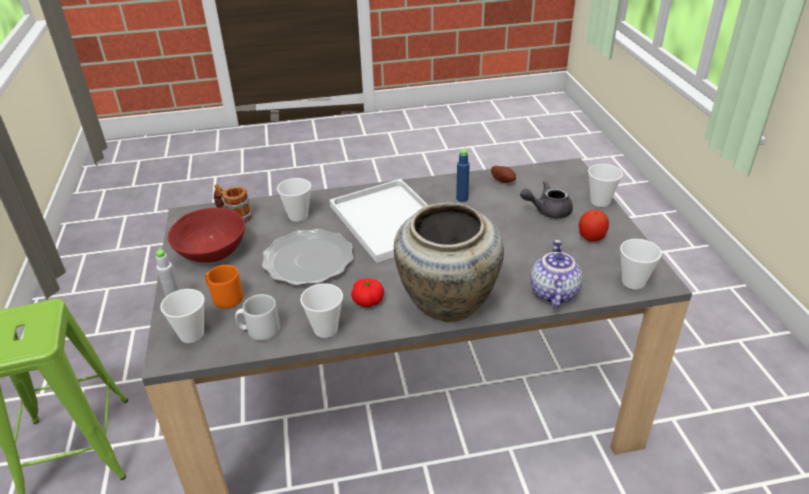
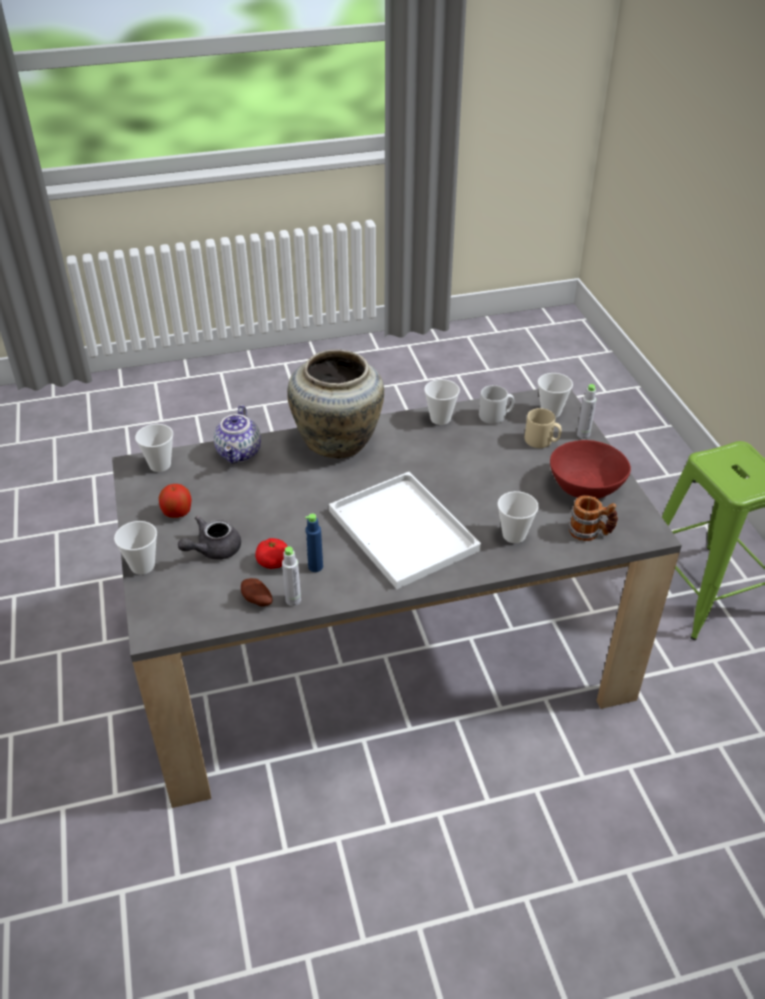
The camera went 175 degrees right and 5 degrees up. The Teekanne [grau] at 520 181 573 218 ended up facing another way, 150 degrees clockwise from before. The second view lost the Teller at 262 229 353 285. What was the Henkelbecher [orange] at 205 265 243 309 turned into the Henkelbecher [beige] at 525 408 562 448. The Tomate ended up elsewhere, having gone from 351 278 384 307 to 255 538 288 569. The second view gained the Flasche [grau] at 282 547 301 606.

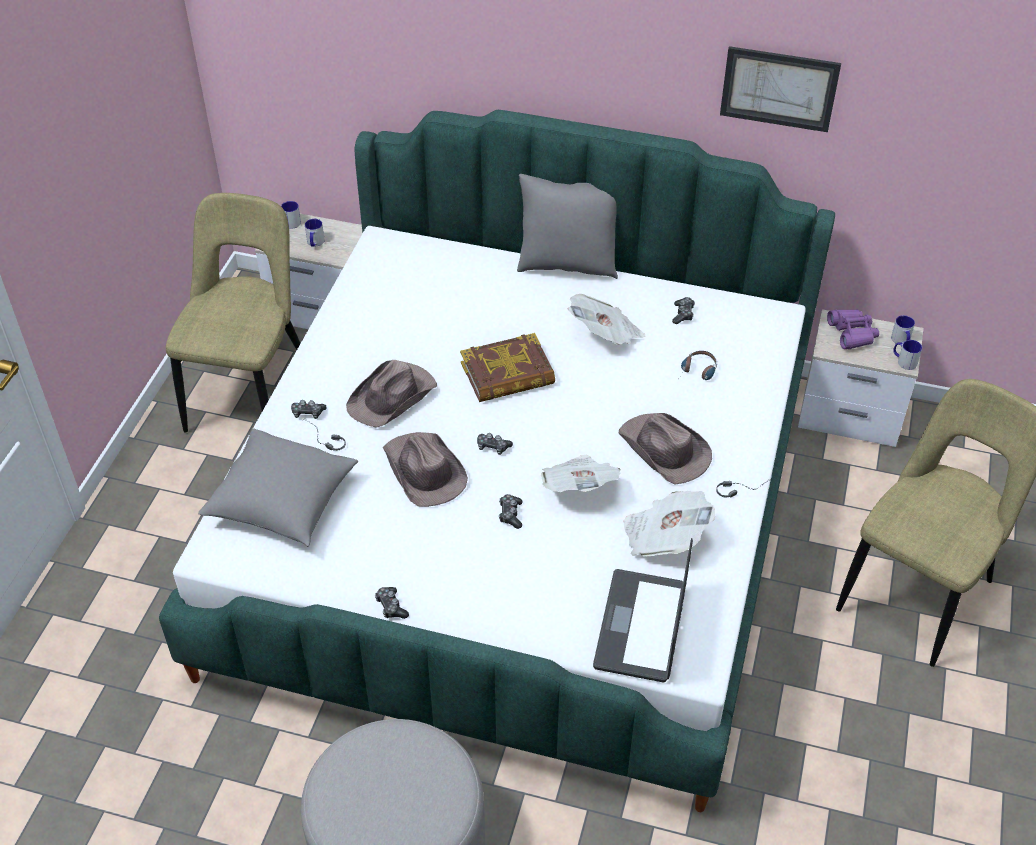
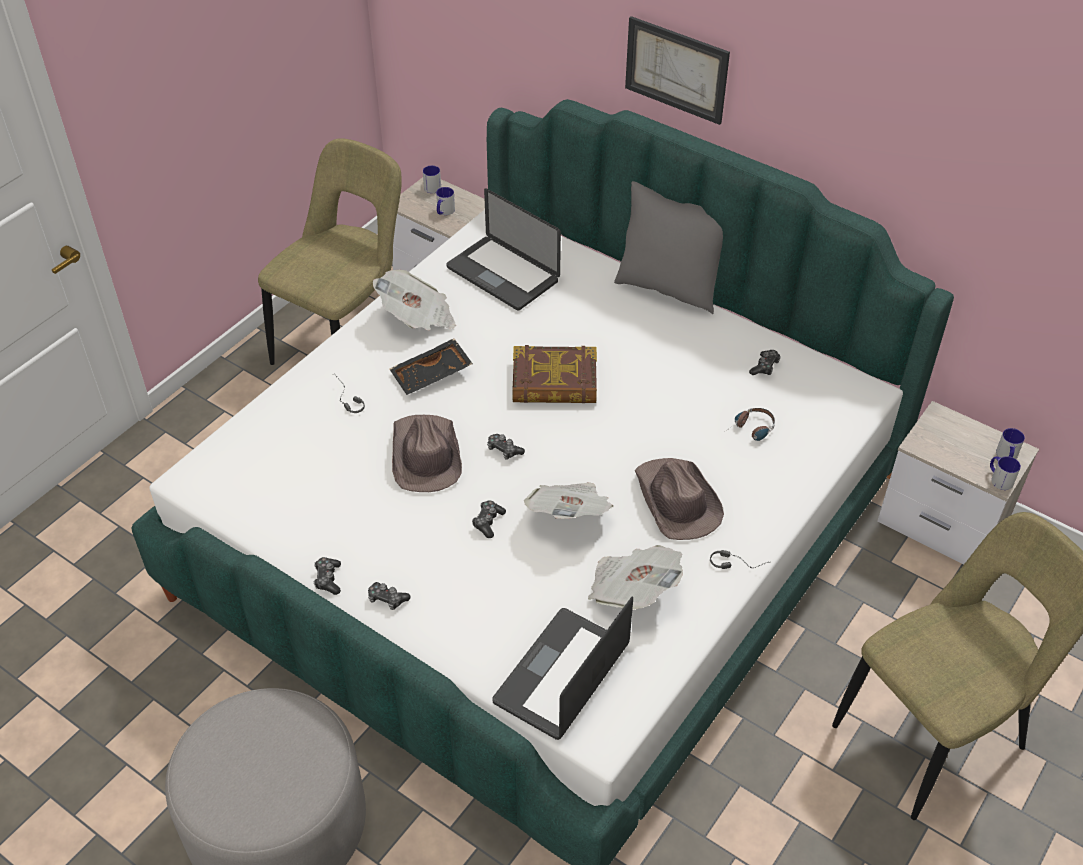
The camera went 20 degrees right and 0 degrees up. The Bild ended up elsewhere, having gone from 720 46 841 132 to 625 16 730 125. The Zeitung ended up elsewhere, having gone from 567 294 645 345 to 373 270 456 331. The second view lost the Fernglas [lila] at 827 310 879 349. Where the Hut [braun] stood at 346 360 437 428, the Tablett [schwarz] came to stand at 390 338 473 395. The Gamepad ended up elsewhere, having gone from 291 400 327 419 to 368 582 411 610. The second view lost the Kissen [grau] at 198 428 358 547. The second view gained the Laptop at 446 188 561 310.

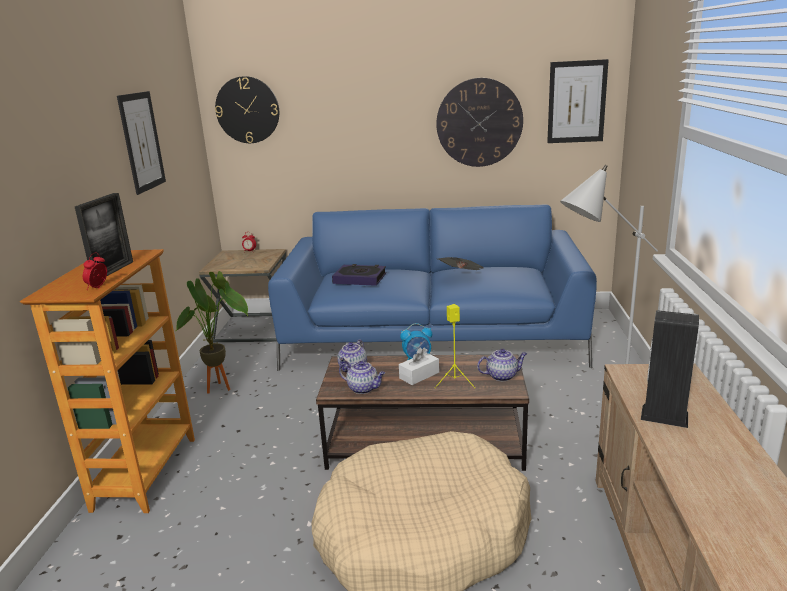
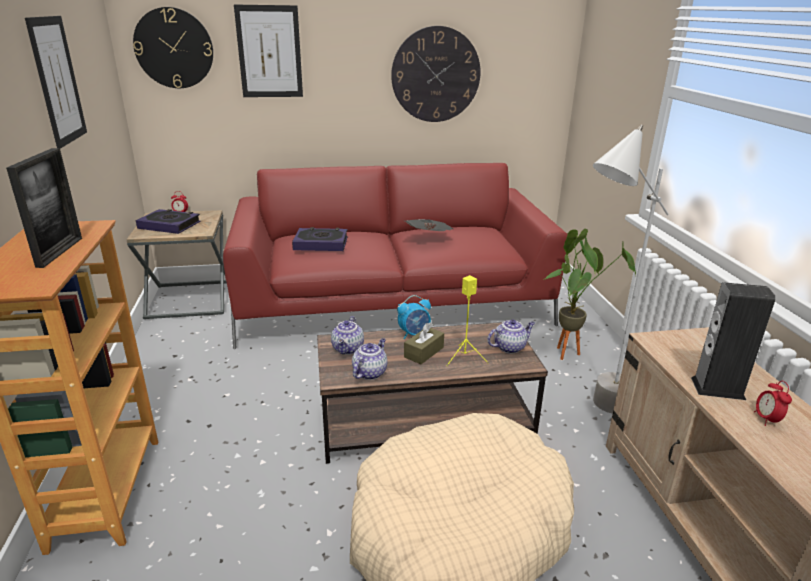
The camera went 15 degrees left and 5 degrees up. The Bild ended up elsewhere, having gone from 547 59 609 143 to 234 5 303 97. What was the Sofa [blau] at 268 205 597 371 turned into the Sofa [rot] at 223 163 567 349. The Wecker ended up elsewhere, having gone from 83 252 107 290 to 754 381 792 426. The Topfpflanze ended up elsewhere, having gone from 176 271 248 394 to 543 229 636 360. What was the Taschentuchbox [weiß] at 399 348 439 385 turned into the Taschentuchbox [braun] at 404 322 444 364. The Teekanne at 339 361 385 394 ended up facing another way, 75 degrees counterclockwise from before. The second view gained the Buch at 136 209 201 234.

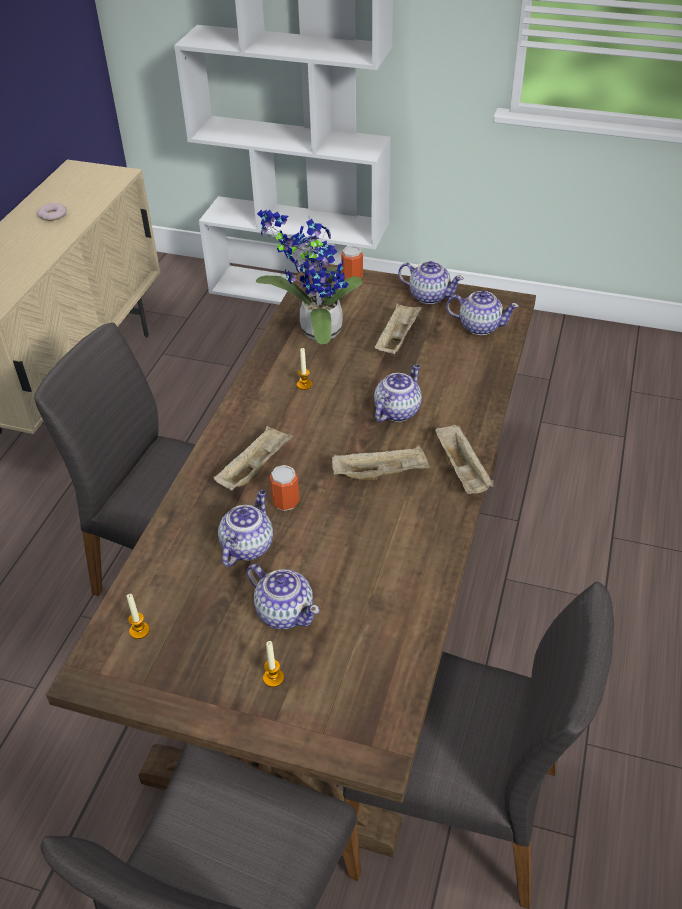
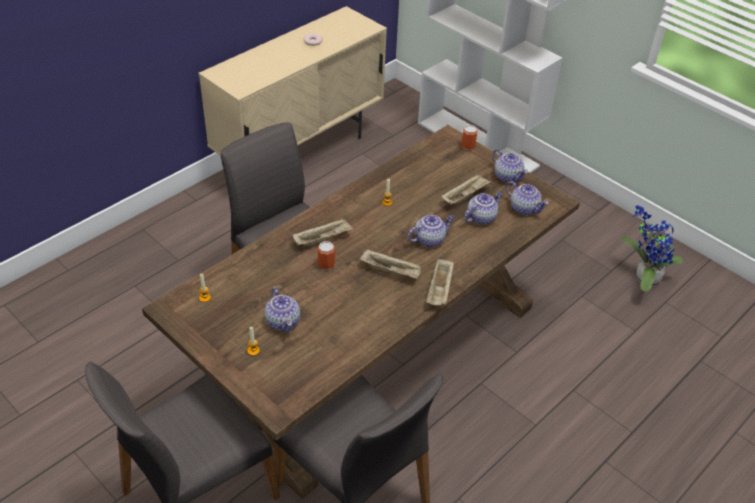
The camera went 25 degrees right and 0 degrees up. The Topfpflanze ended up elsewhere, having gone from 256 210 363 344 to 620 205 683 292. The Teekanne ended up elsewhere, having gone from 218 490 273 567 to 464 191 503 225.

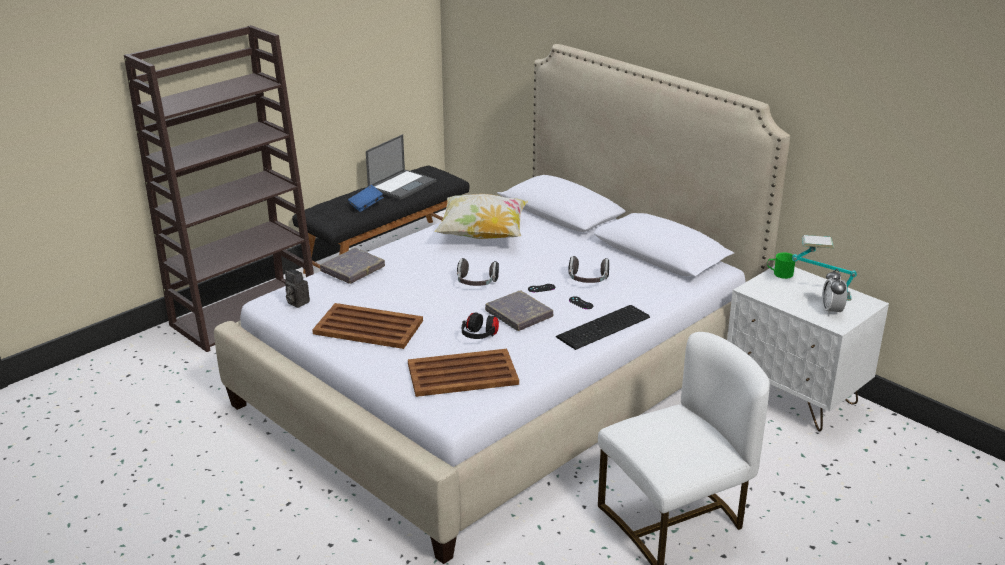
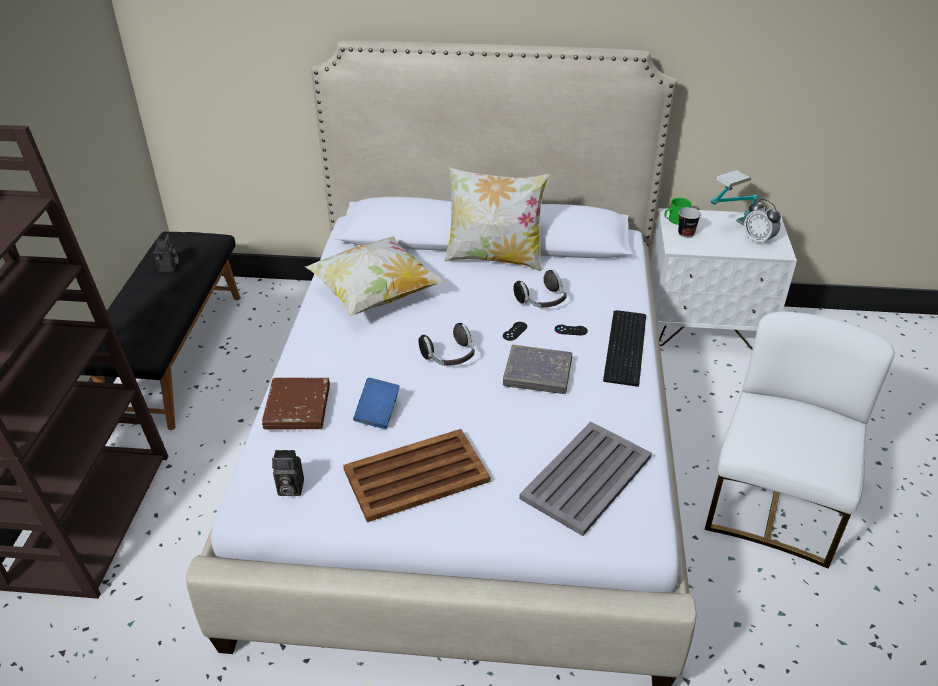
The camera went 40 degrees left and 10 degrees up. Where the Laptop stood at 366 134 437 200, the Kamera came to stand at 153 234 179 272. The Buch [blau] ended up elsewhere, having gone from 348 185 383 212 to 353 378 400 429. What was the Buch [grau] at 320 248 385 284 turned into the Buch [braun] at 262 378 330 430. The second view lost the Kopfhörer [schwarz] at 462 312 499 339. What was the Tablett [braun] at 408 349 519 397 turned into the Tablett [grau] at 519 422 652 536. The second view gained the Kissen at 444 168 549 271. The second view gained the Tasse at 678 207 701 238.

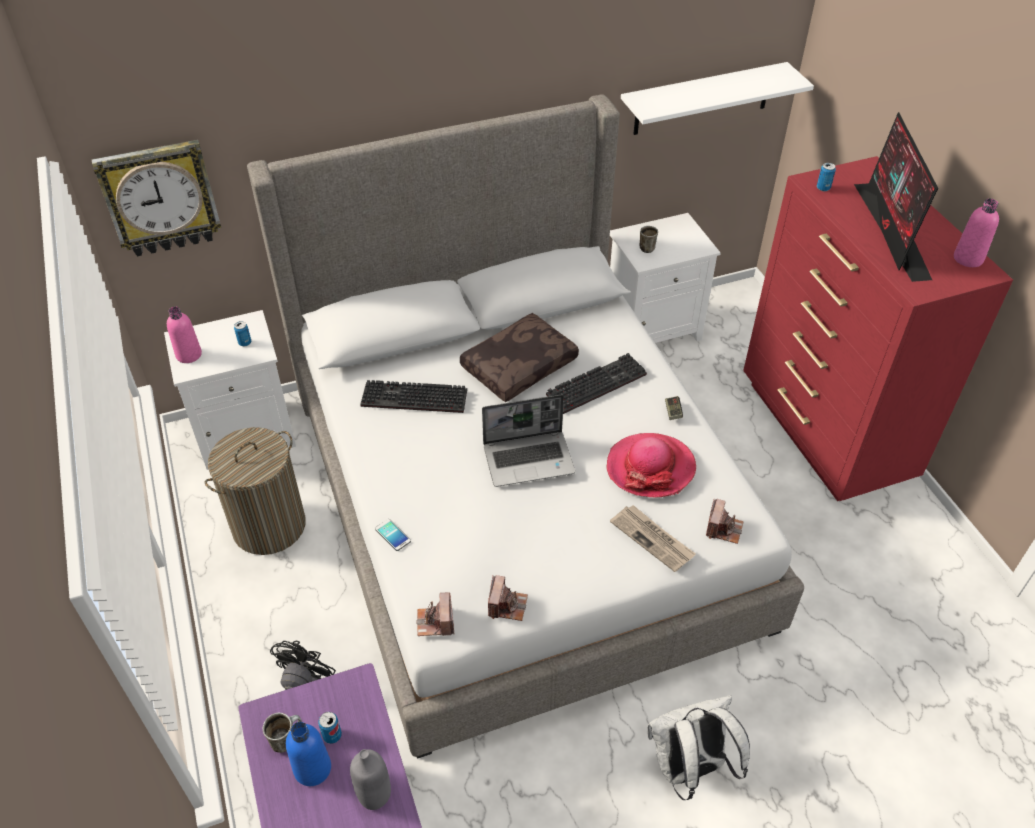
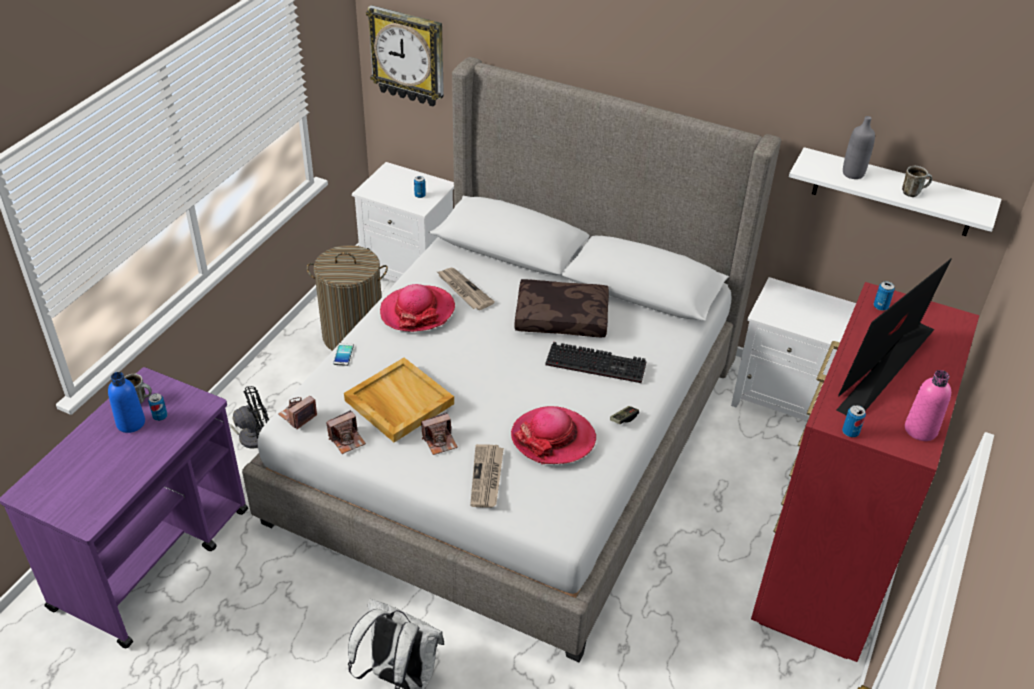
The camera went 45 degrees right and 5 degrees down. The Henkelbecher ended up elsewhere, having gone from 640 226 658 253 to 902 166 932 197. The second view lost the Flasche [rosa] at 167 306 202 363. Where the Tastatur stood at 360 380 467 413, the Zeitung came to stand at 437 268 495 310. The second view lost the Laptop at 482 395 575 487. The Kamera ended up elsewhere, having gone from 706 499 744 544 to 421 412 458 455. The Flasche [grau] ended up elsewhere, having gone from 350 749 391 810 to 843 116 875 179. The second view gained the Hut at 380 284 455 332. The second view gained the Tablett [beige] at 344 358 454 442. The second view gained the Dose at 842 405 866 437.

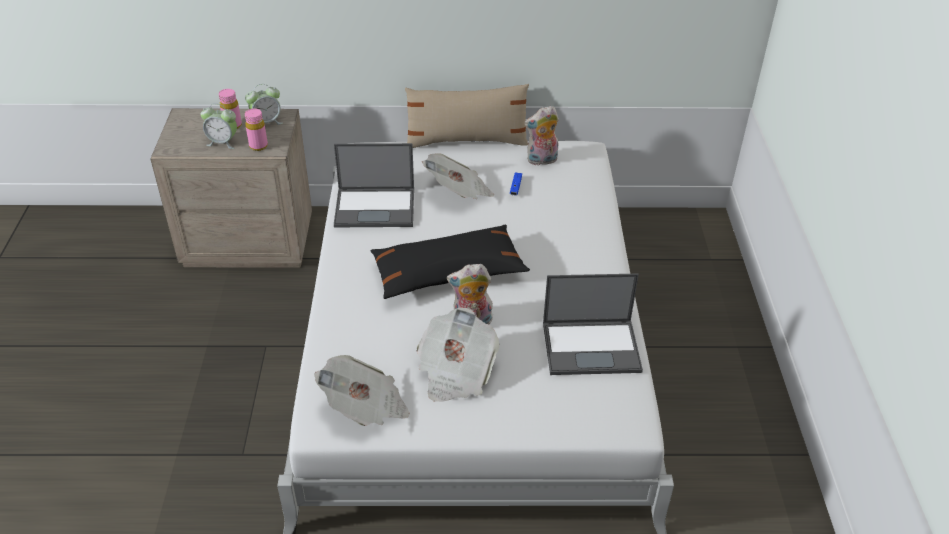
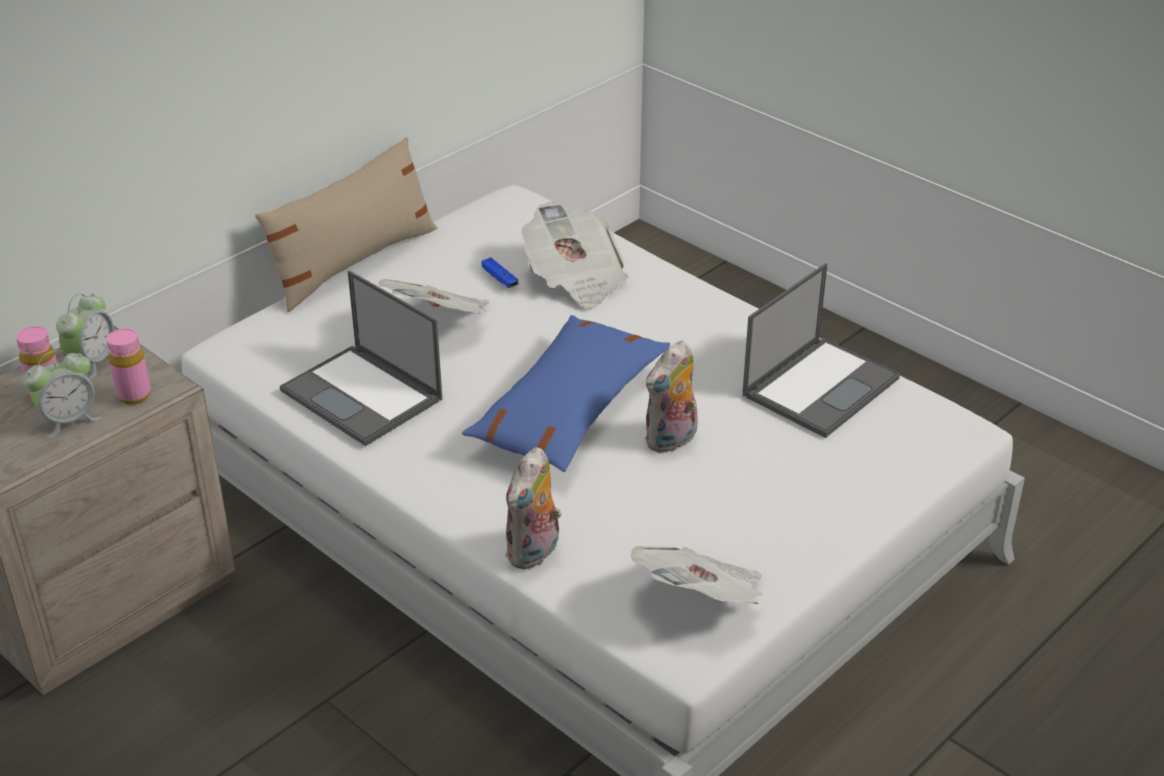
The camera went 45 degrees left and 5 degrees down. The Plüschtier ended up elsewhere, having gone from 524 106 559 166 to 505 447 562 570. The Laptop at 334 143 414 227 ended up facing another way, 90 degrees clockwise from before. What was the Kissen [schwarz] at 370 225 530 299 turned into the Kissen [blau] at 462 315 670 472. The Zeitung ended up elsewhere, having gone from 417 308 500 402 to 521 202 628 309.

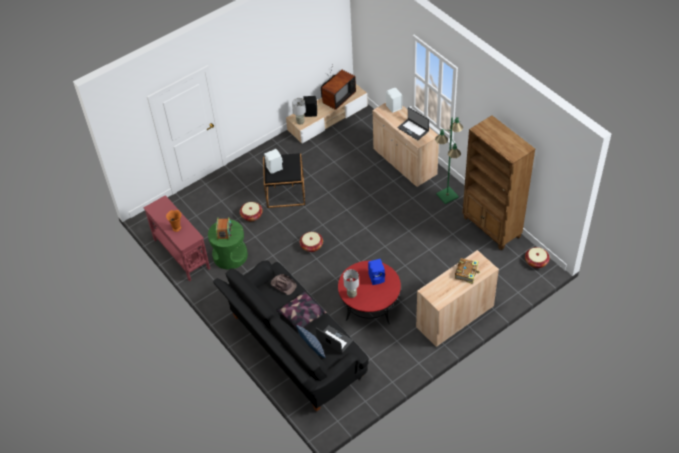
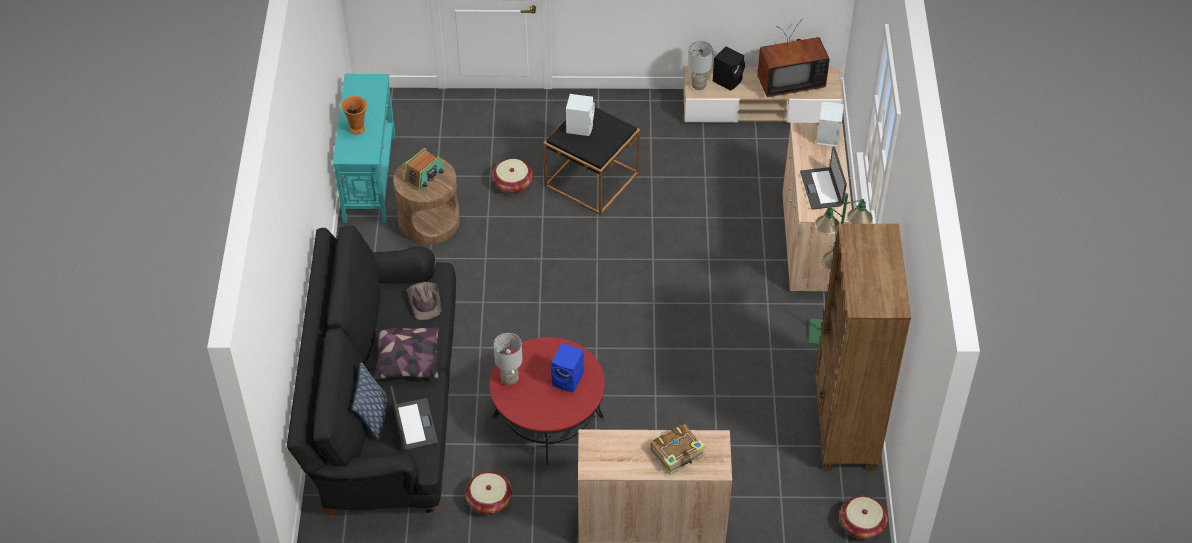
The camera went 35 degrees right and 0 degrees up. What was the Konsolentisch [rot] at 143 195 210 281 turned into the Konsolentisch [türkis] at 333 74 395 223. What was the Beistelltisch [grün] at 208 219 248 270 turned into the Beistelltisch [braun] at 393 159 460 245. The Korb ended up elsewhere, having gone from 300 232 323 252 to 465 472 512 514.

